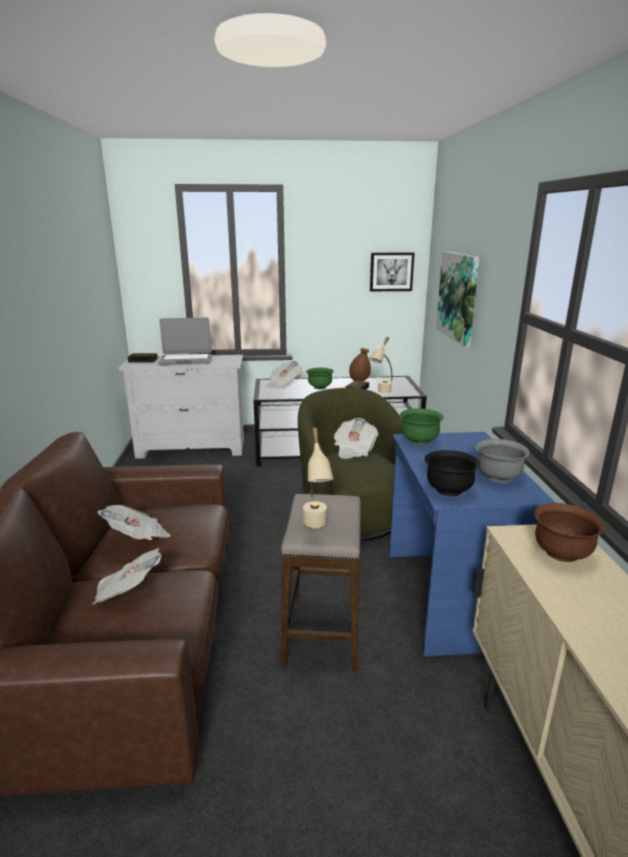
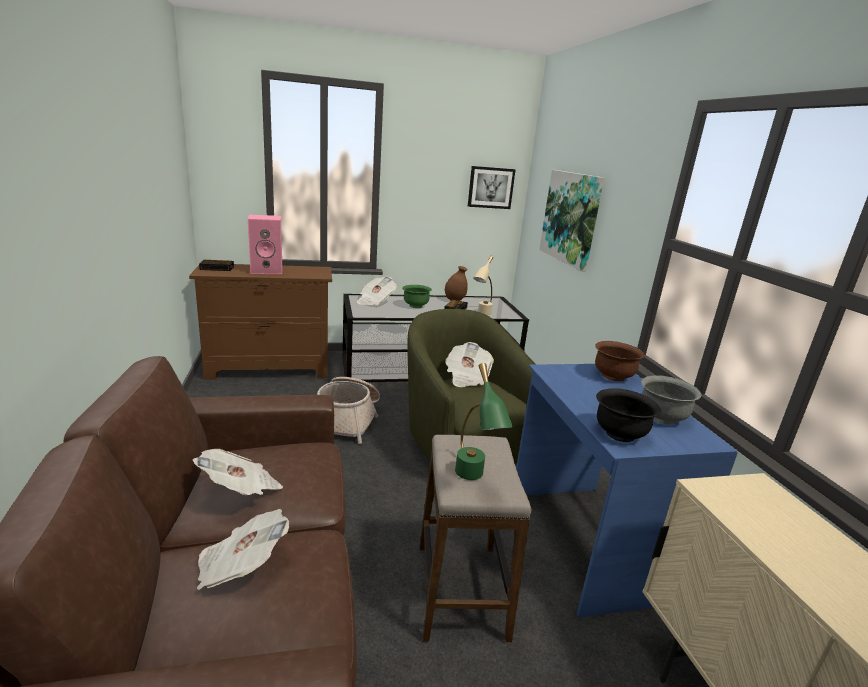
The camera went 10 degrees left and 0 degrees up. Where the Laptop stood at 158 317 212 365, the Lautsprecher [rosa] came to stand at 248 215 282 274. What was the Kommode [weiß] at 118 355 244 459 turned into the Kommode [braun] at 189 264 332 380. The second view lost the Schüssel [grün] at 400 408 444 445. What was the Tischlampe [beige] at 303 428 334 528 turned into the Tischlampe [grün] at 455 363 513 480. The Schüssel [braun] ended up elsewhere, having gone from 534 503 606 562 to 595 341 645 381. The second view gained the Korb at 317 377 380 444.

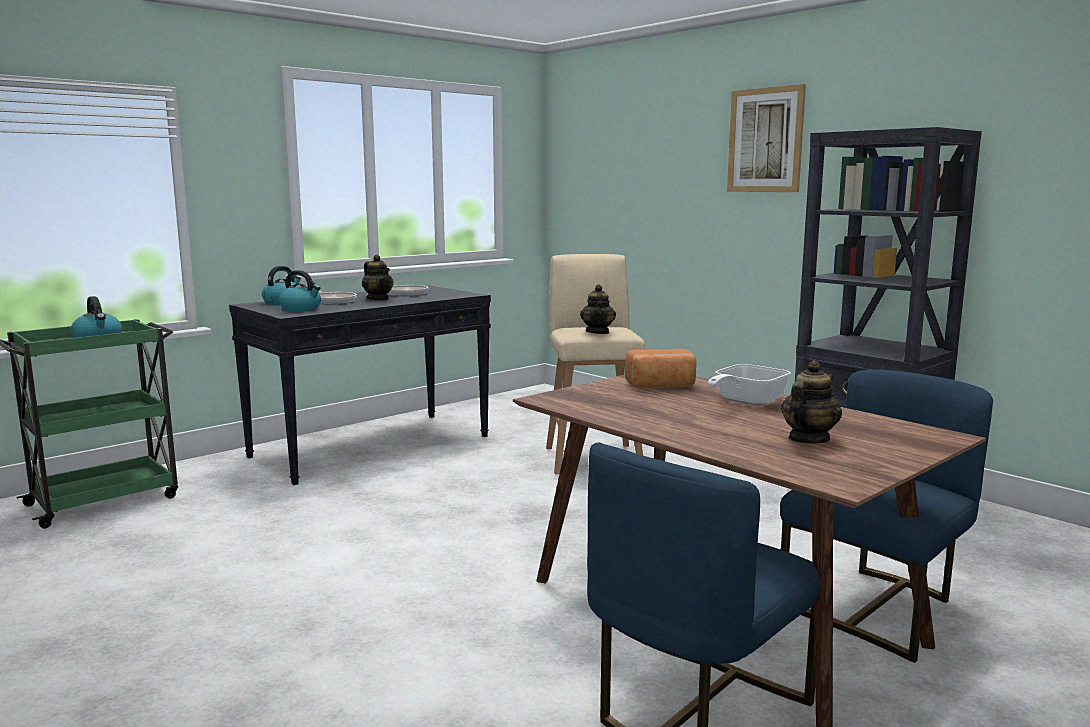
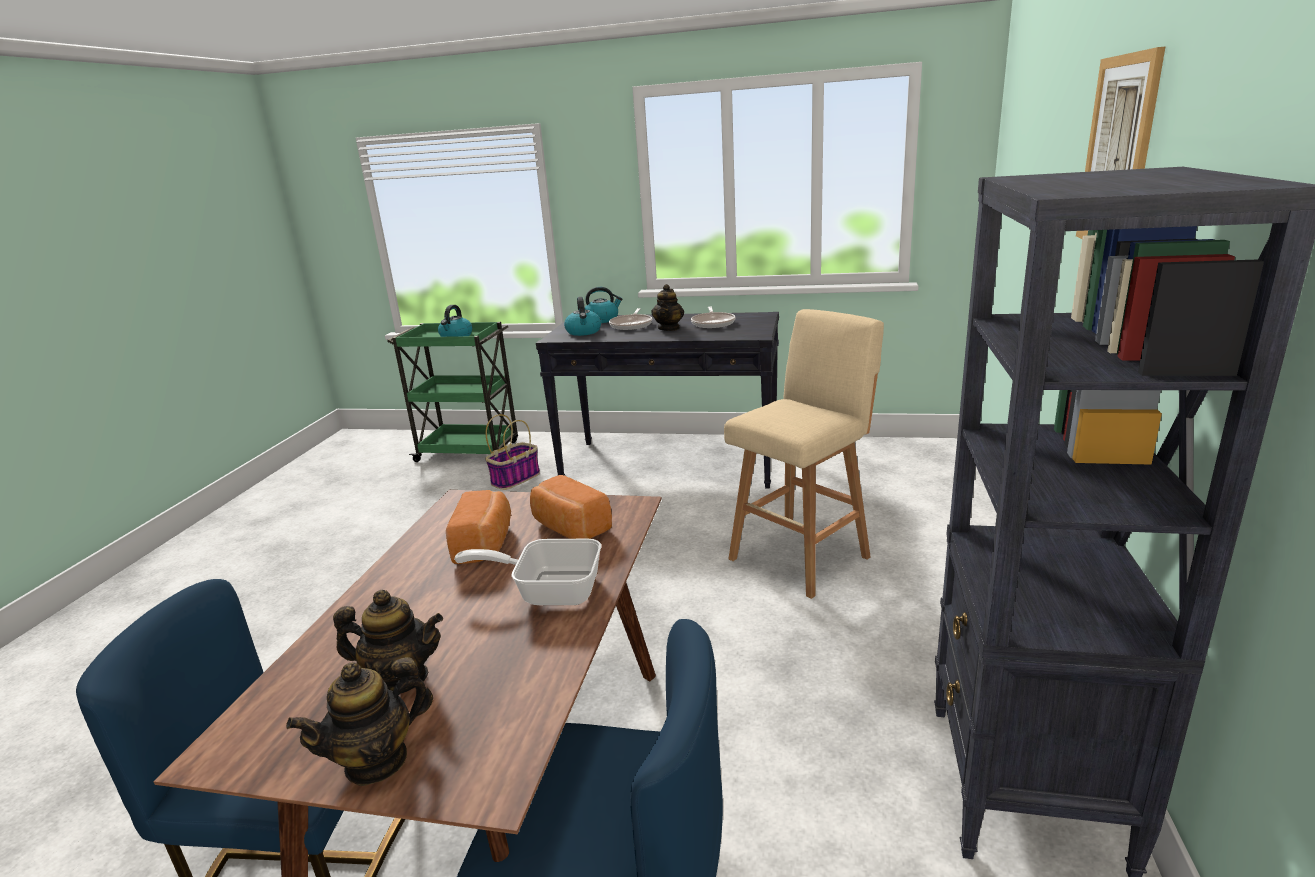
The camera went 55 degrees right and 10 degrees up. The Teekanne ended up elsewhere, having gone from 580 285 616 334 to 286 657 433 786. The second view gained the Korb at 485 414 540 490. The second view gained the Brot at 446 490 511 564.

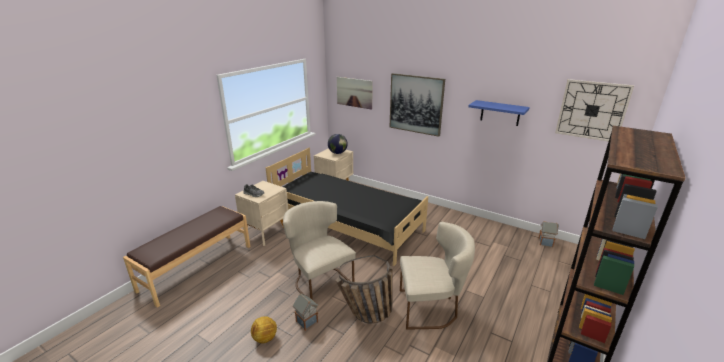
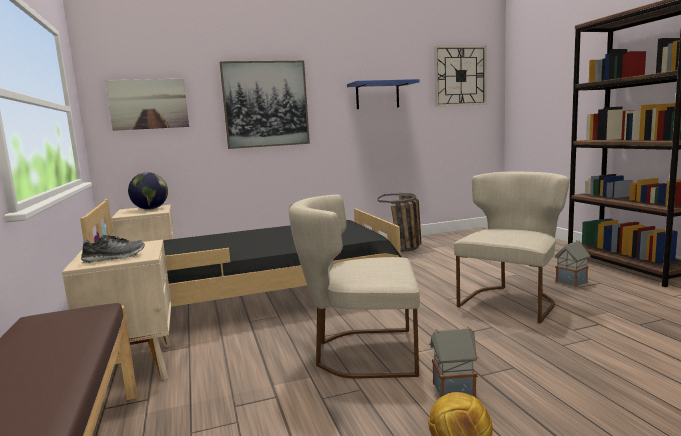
The camera went 50 degrees left and 15 degrees down. The Spielzeughaus ended up elsewhere, having gone from 538 222 559 247 to 555 240 591 287. The Korb ended up elsewhere, having gone from 335 255 393 324 to 378 193 421 252.

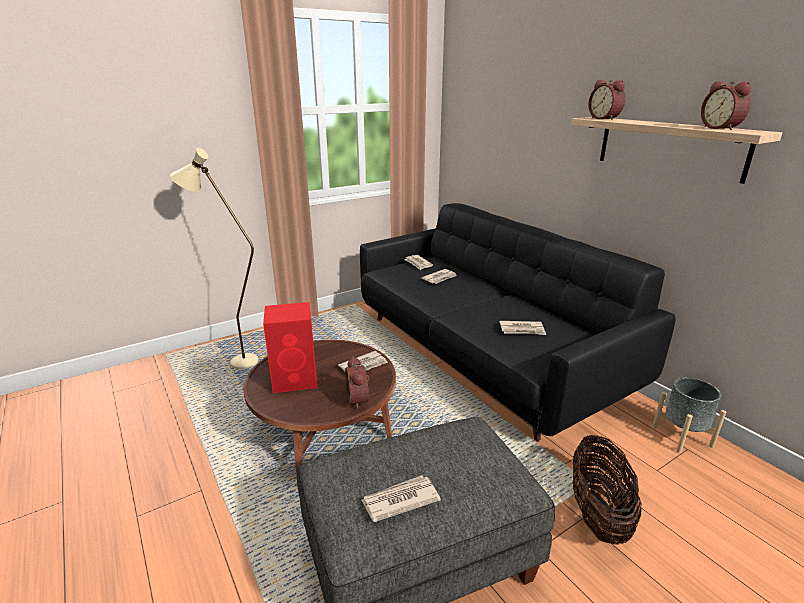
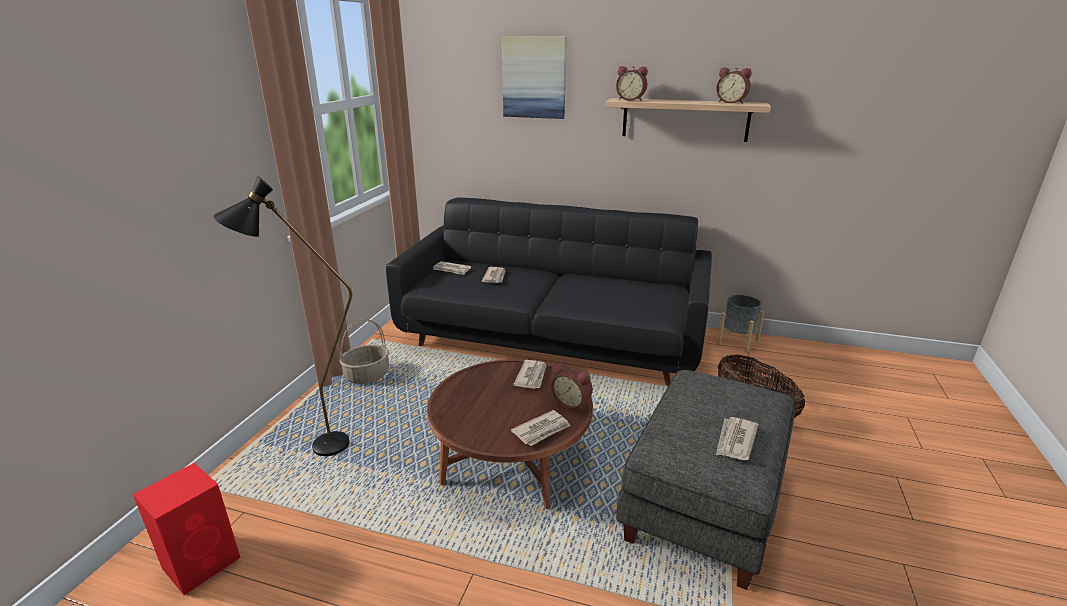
The camera went 40 degrees left and 0 degrees up. What was the Stehlampe [beige] at 170 148 258 369 turned into the Stehlampe [schwarz] at 213 176 352 456. The Lautsprecher [rot] ended up elsewhere, having gone from 263 302 317 393 to 133 463 241 595. The Zeitung ended up elsewhere, having gone from 500 321 546 335 to 511 410 571 446. The second view gained the Bild at 502 36 566 119. The second view gained the Korb at 340 319 389 384.

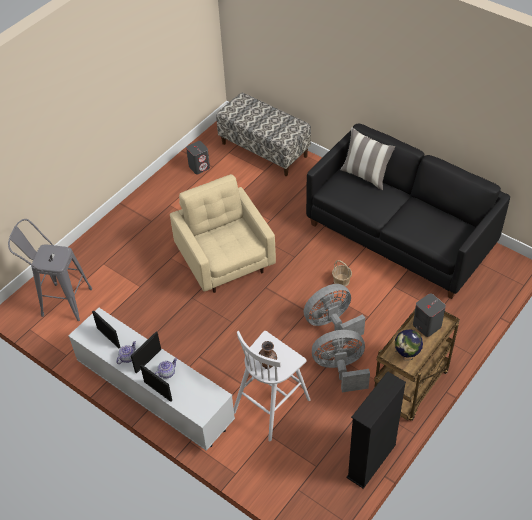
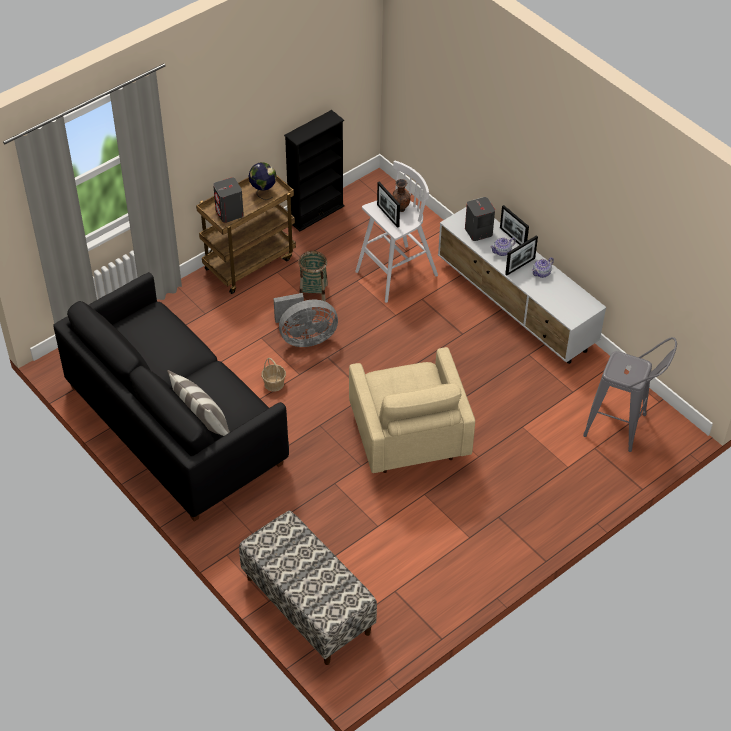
The camera went 170 degrees left and 0 degrees up. The Lautsprecher [grau] ended up elsewhere, having gone from 186 141 210 175 to 465 197 495 241. The Bilderrahmen ended up elsewhere, having gone from 92 310 121 348 to 377 182 400 228. Where the Ventilator [grau] stood at 312 330 370 392, the Korb came to stand at 298 251 328 302.

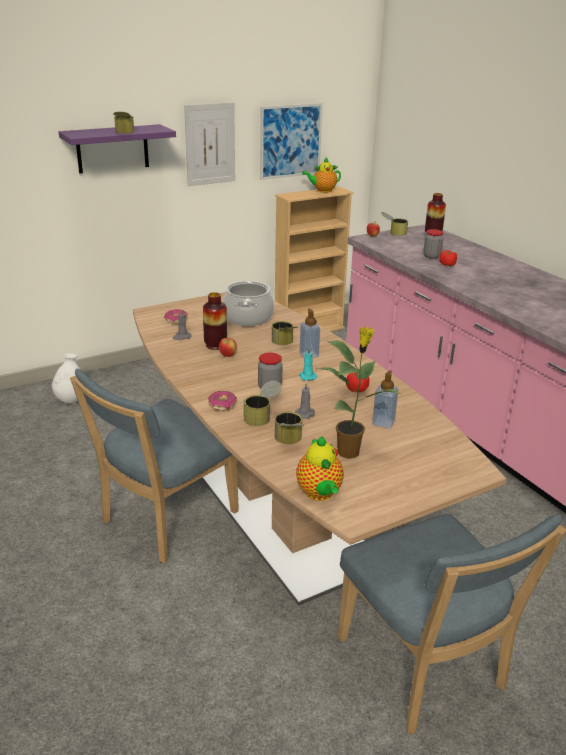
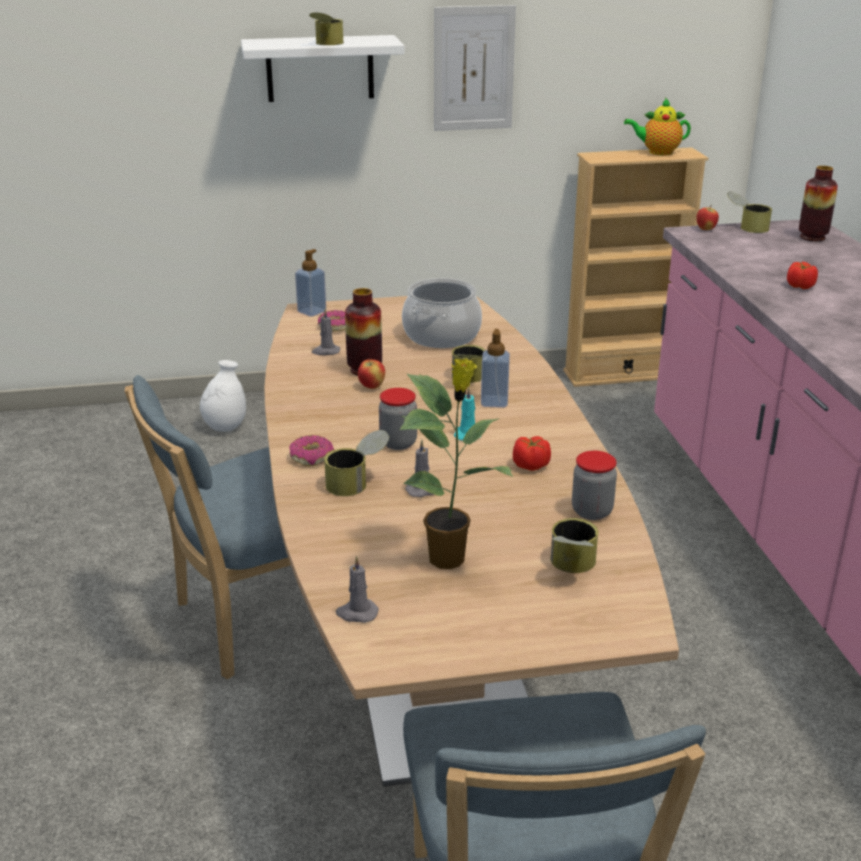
The camera went 20 degrees right and 0 degrees up. The second view lost the Bild at 260 103 323 180. What was the Wandregal [lila] at 59 124 176 173 turned into the Wandregal [weiß] at 241 35 405 102. The Vorratsglas ended up elsewhere, having gone from 423 229 444 259 to 572 451 617 520. The Seifenspender ended up elsewhere, having gone from 372 370 398 428 to 295 249 326 317. The Dose ended up elsewhere, having gone from 274 412 304 444 to 550 518 599 573. Where the Teekanne stood at 296 437 344 501, the Kerze [grau] came to stand at 336 556 379 623.

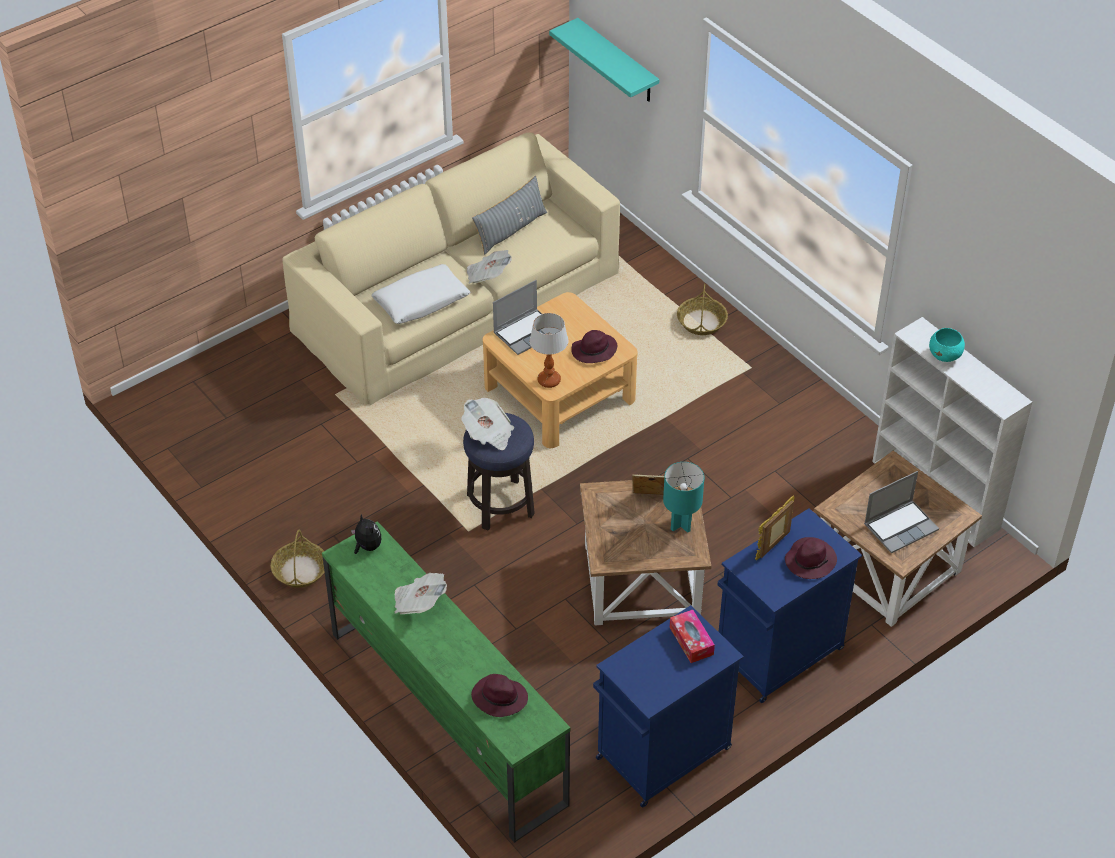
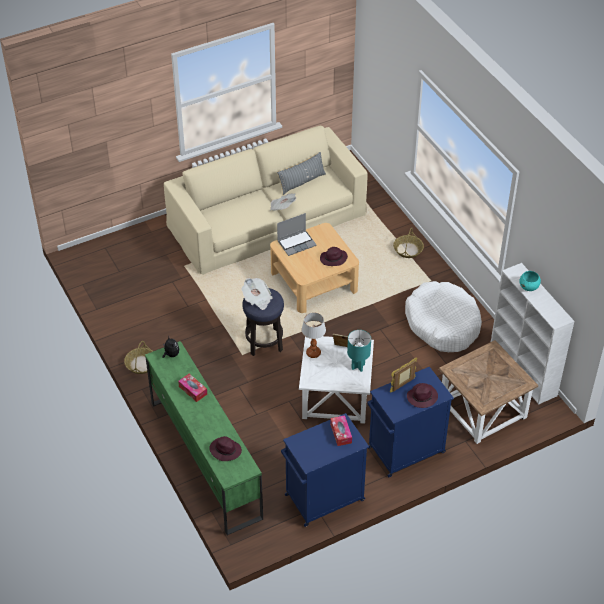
The camera went 10 degrees right and 0 degrees up. The second view lost the Wandregal [türkis] at 549 18 659 102. The second view lost the Kissen [weiß] at 371 264 471 324. The Tischlampe ended up elsewhere, having gone from 530 313 568 388 to 302 313 326 358. The second view lost the Laptop at 864 471 939 553. What was the Beistelltisch [braun] at 580 480 712 625 turned into the Beistelltisch [weiß] at 299 336 374 424. Where the Zeitung stood at 395 573 447 614, the Taschentuchbox came to stand at 178 374 207 402. The second view gained the Hundebett [weiß] at 405 281 482 352.

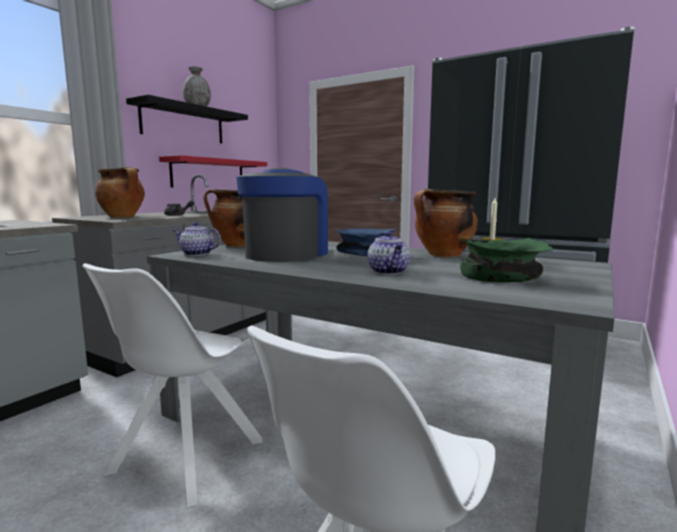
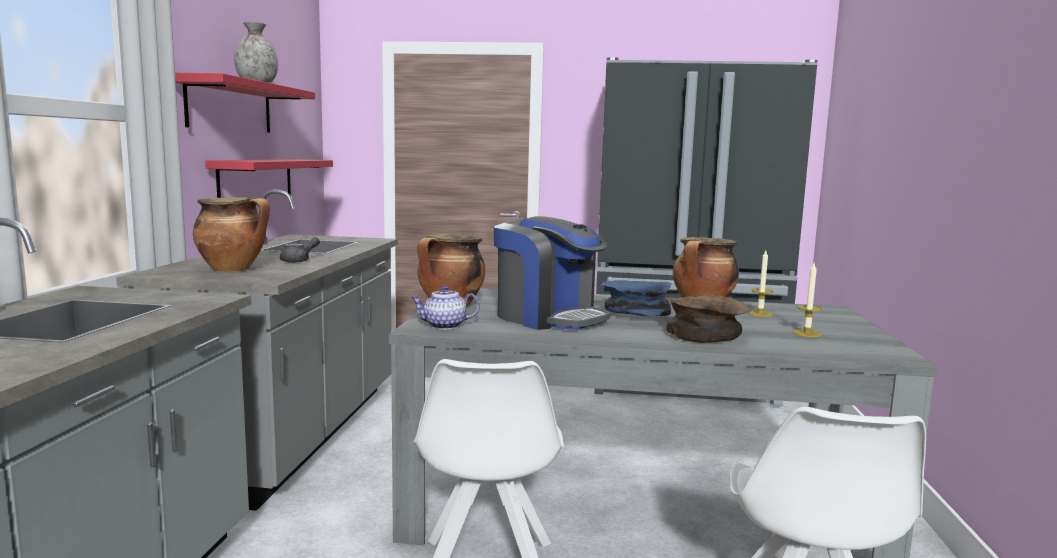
The camera went 25 degrees left and 0 degrees up. What was the Wandregal [schwarz] at 126 94 248 144 turned into the Wandregal [rot] at 175 73 315 132. The Kaffeemaschine at 236 168 328 262 ended up facing another way, 135 degrees clockwise from before. Where the Teekanne stood at 368 231 410 275, the Schüssel [braun] came to stand at 666 294 753 343. Where the Schüssel [grün] stood at 460 238 553 282, the Kerze came to stand at 793 263 822 337.

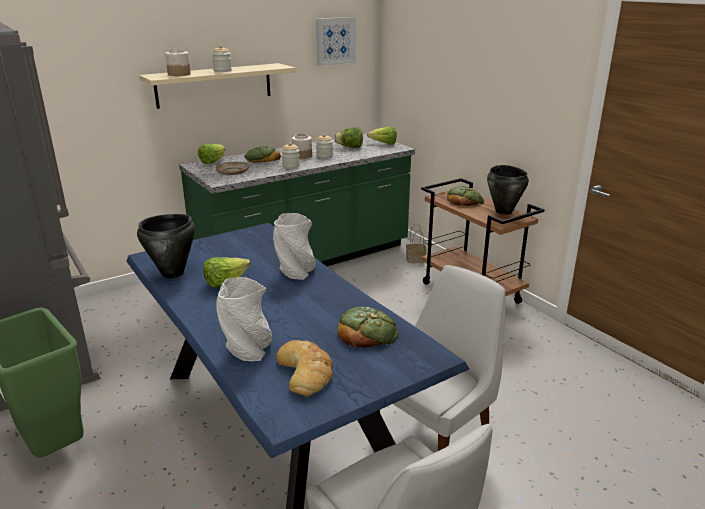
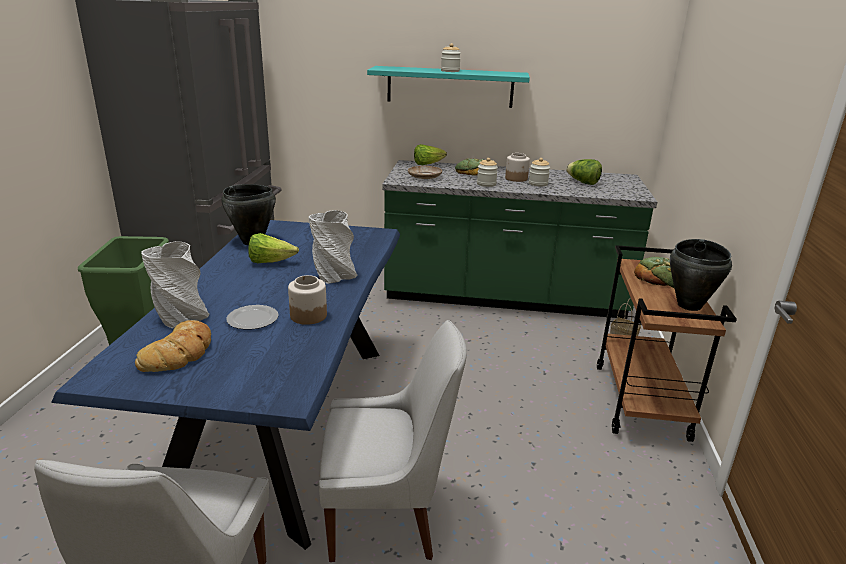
The camera went 40 degrees right and 0 degrees up. The second view lost the Bild at 316 17 355 66. The Vorratsglas ended up elsewhere, having gone from 165 48 191 76 to 288 275 327 325. What was the Wandregal [beige] at 139 63 296 109 turned into the Wandregal [türkis] at 367 66 530 108. The second view lost the Salatkopf at 367 126 397 145. The second view lost the Brot at 337 307 398 348. The second view gained the Teller at 226 305 279 330.

